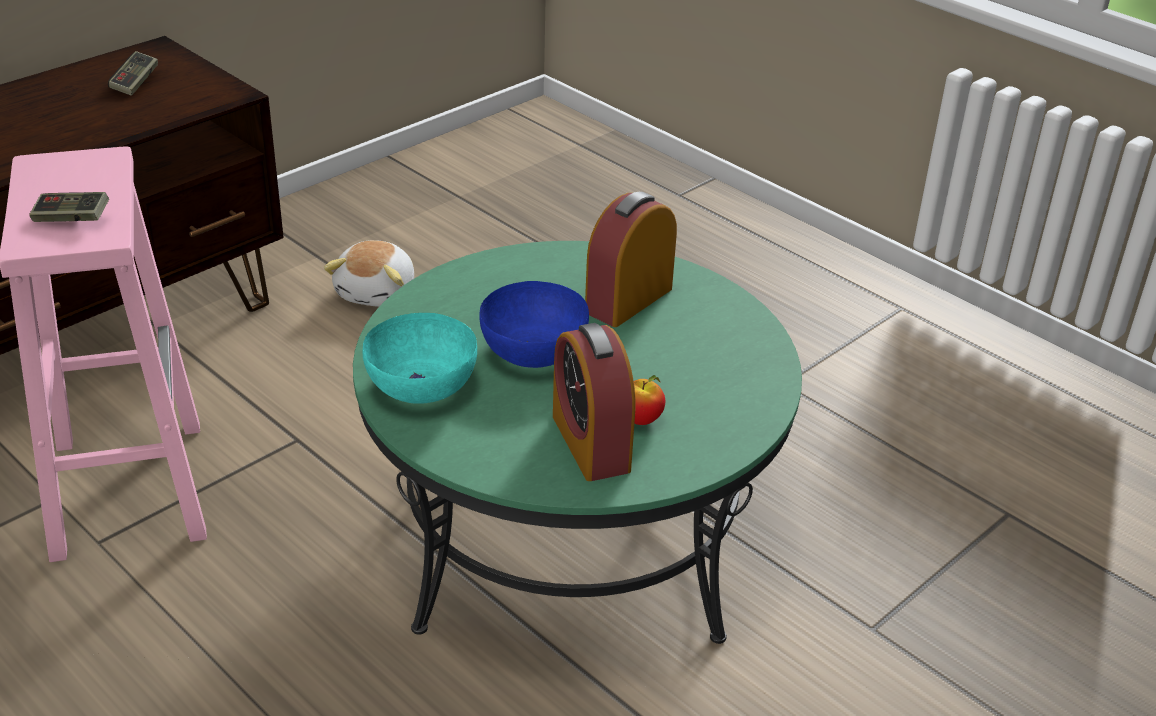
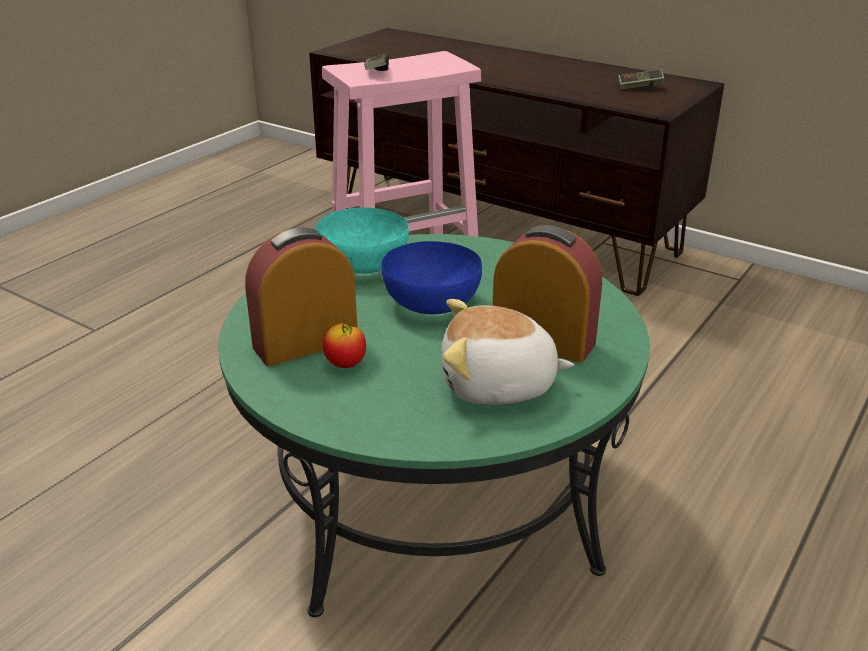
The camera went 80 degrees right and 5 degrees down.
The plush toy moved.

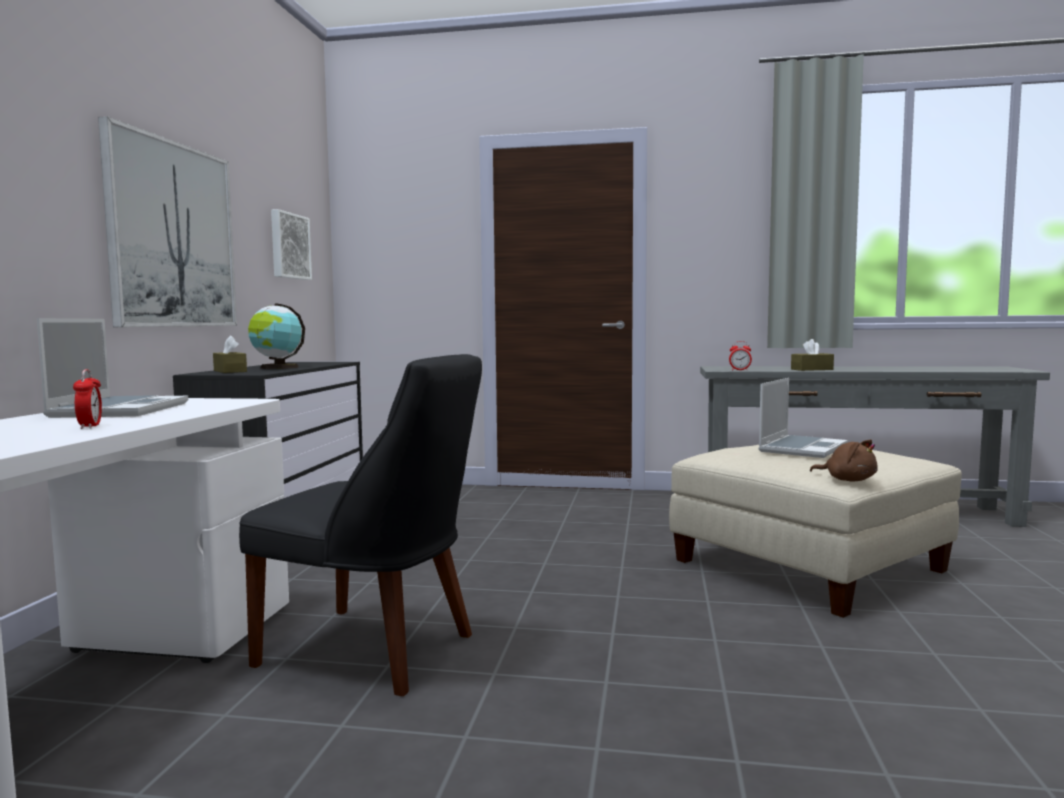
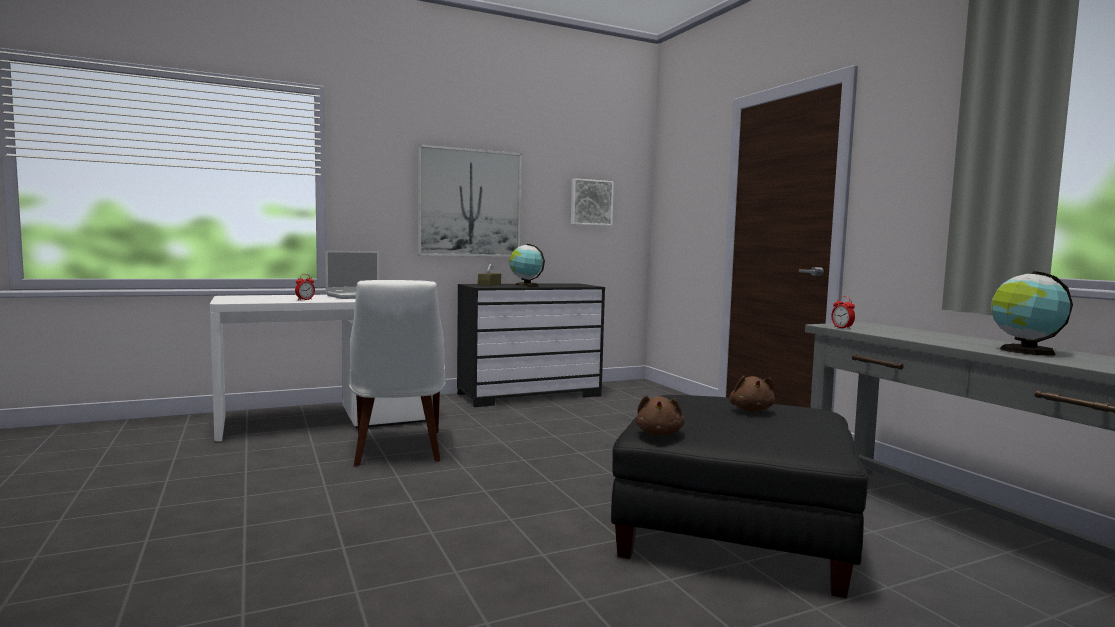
The camera went 55 degrees right and 0 degrees up.
The chair (black) became the chair (white).
The pouffe (beige) became the pouffe (black).
The notebook computer (no. 2 from left) was replaced by the plush toy (brown-coloured) (no. 2 from left).
The world globe (no. 2 from left) appeared.
The box of tissues (brown-coloured) (no. 2 from left) disappeared.

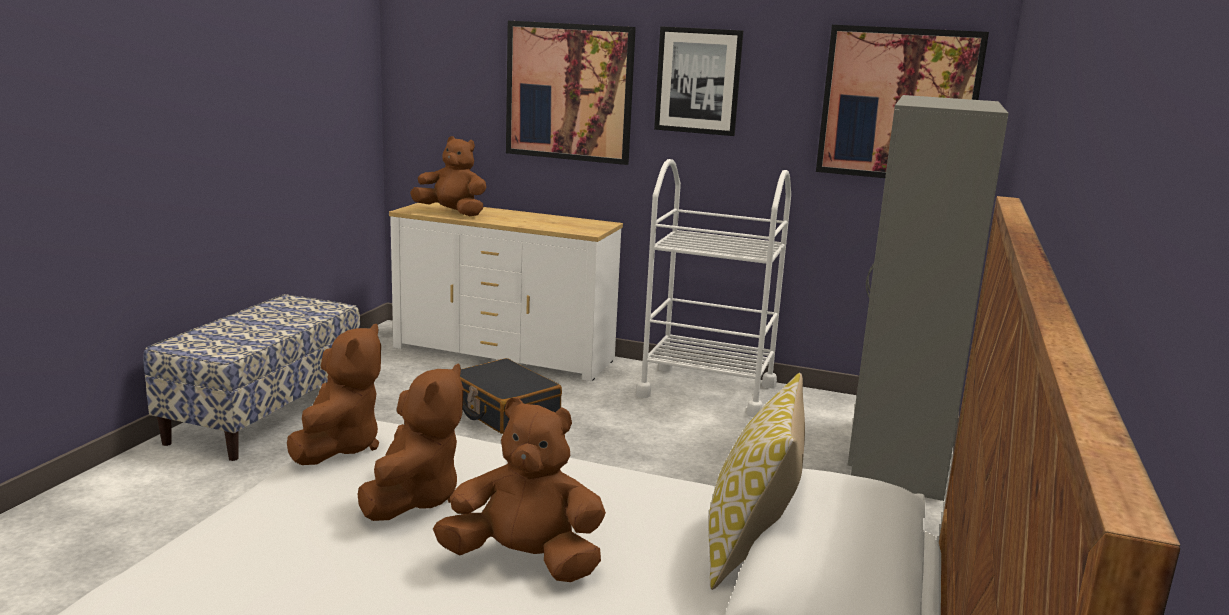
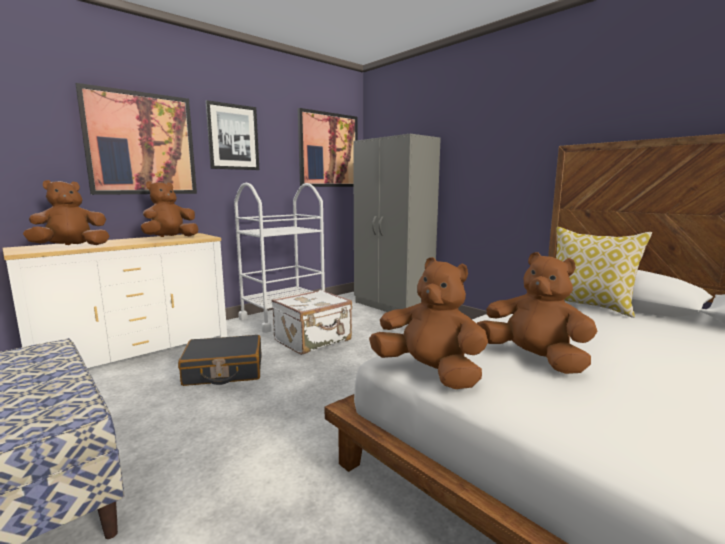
The camera went 60 degrees left and 5 degrees down.
The plush toy (brown-coloured) (no. 4 from left in the first image) moved.
The suitcase (white) appeared.

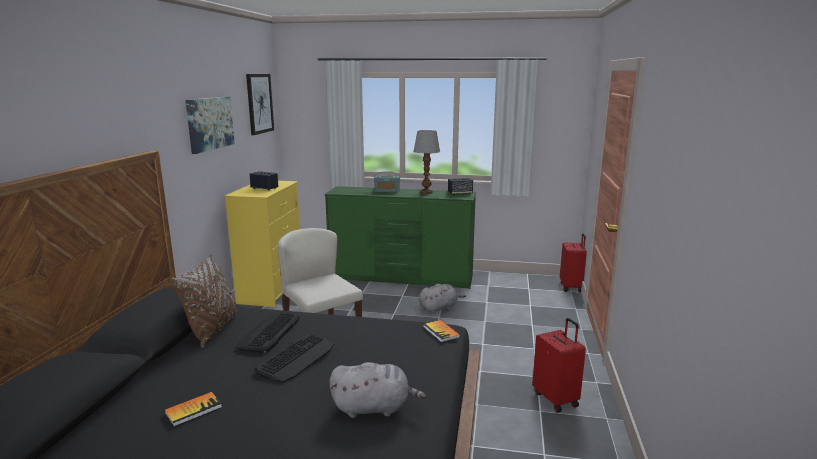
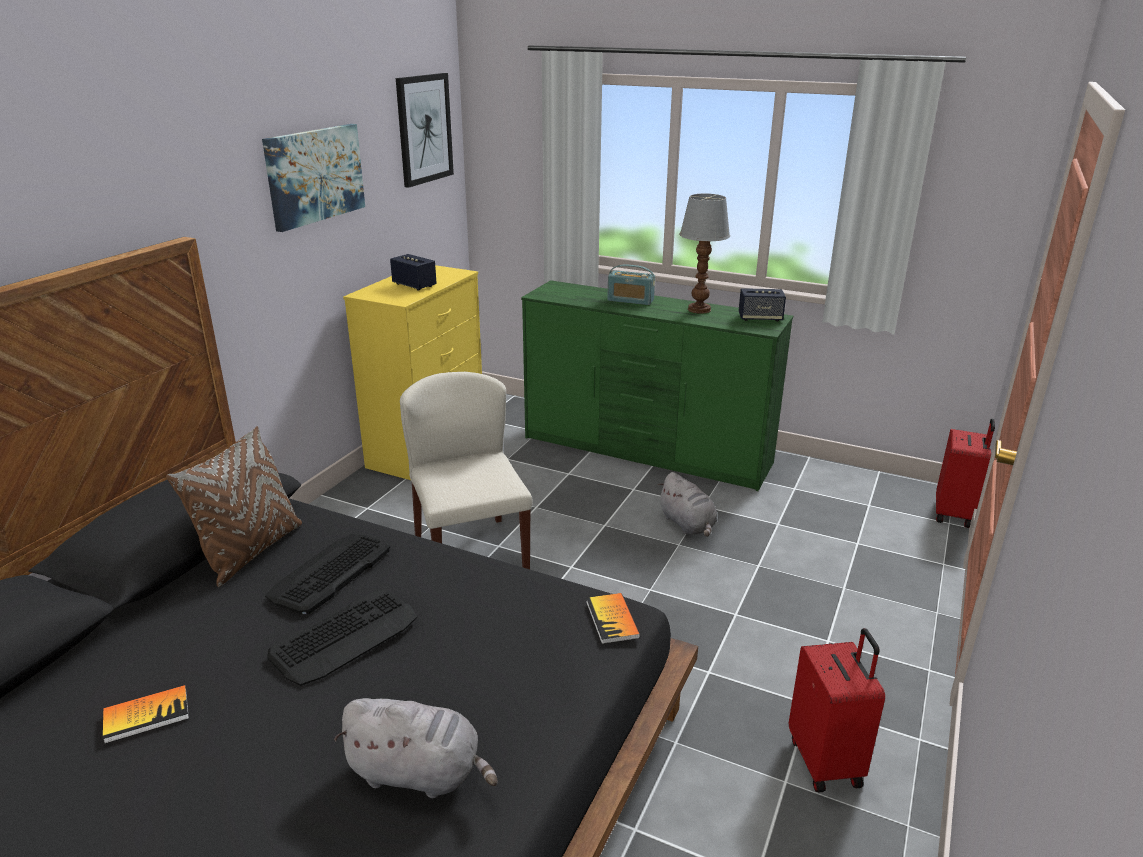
The camera went 15 degrees right and 10 degrees up.
The plush toy (greyish) (no. 2 from left) turned 75 degrees clockwise.

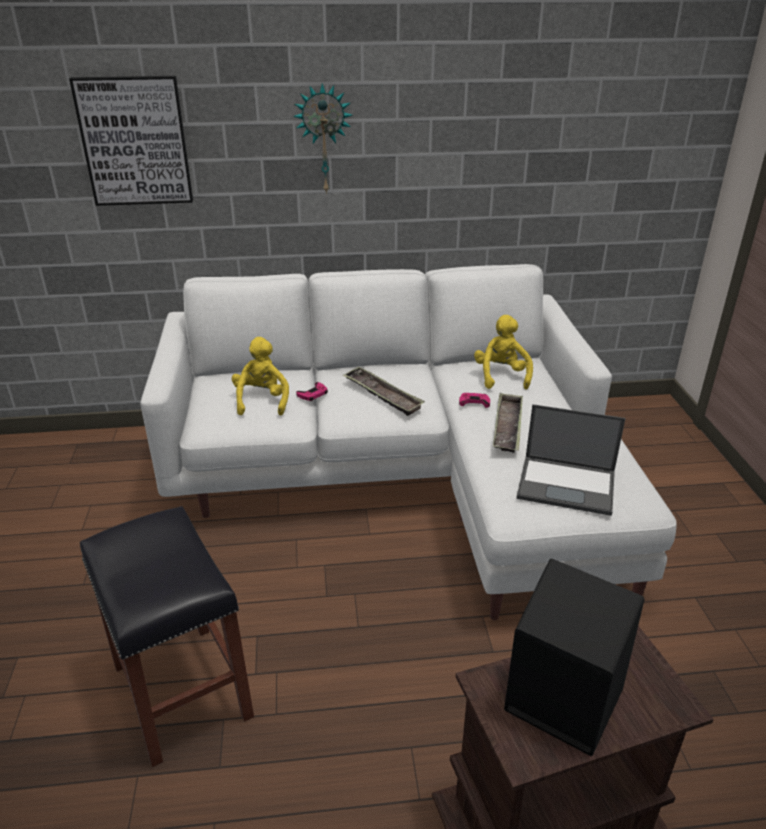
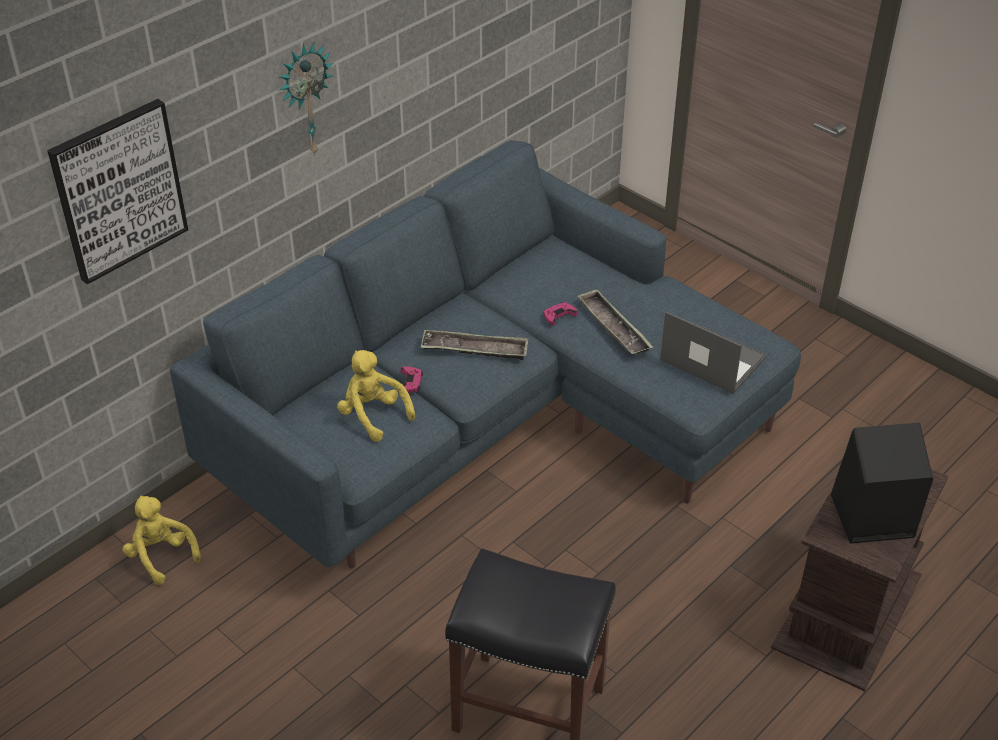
The camera went 40 degrees left and 10 degrees up.
The plush toy (yellowish) (no. 2 from left in the first image) moved.
The couch (white) became the couch (blue-coloured).
The notebook computer turned 120 degrees counterclockwise.

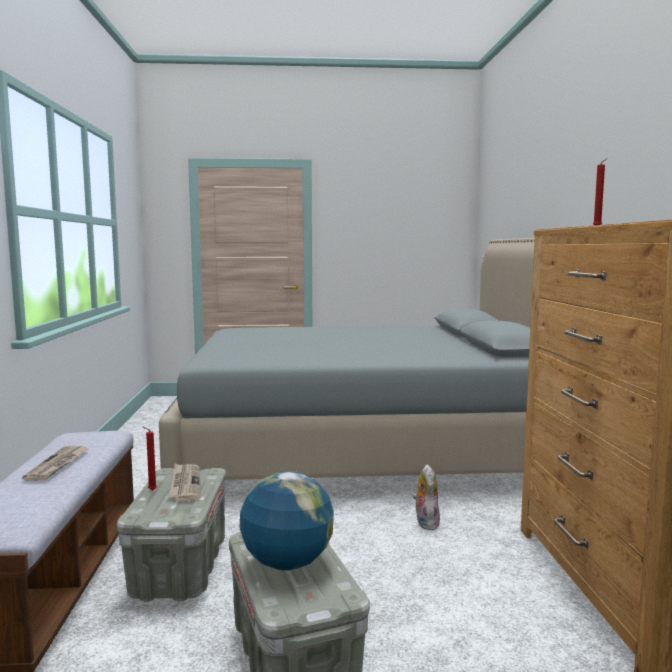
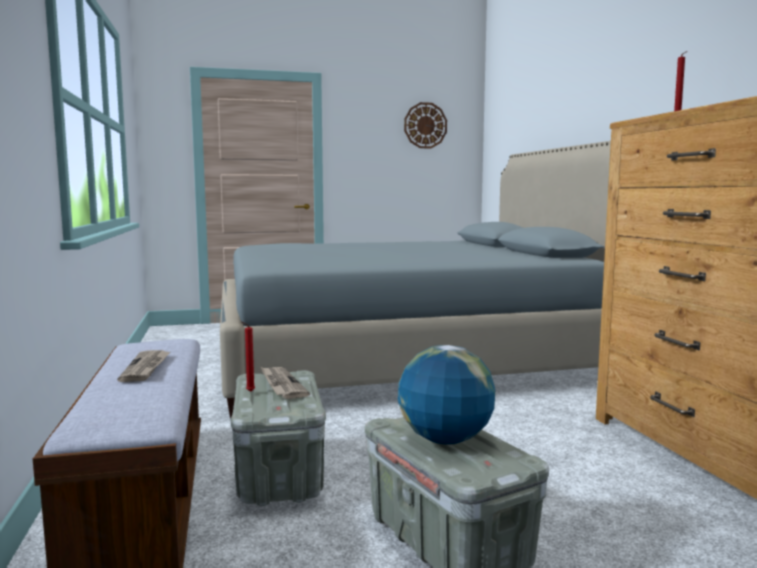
The camera went 10 degrees left and 0 degrees up.
The hanging clock appeared.
The plush toy disappeared.

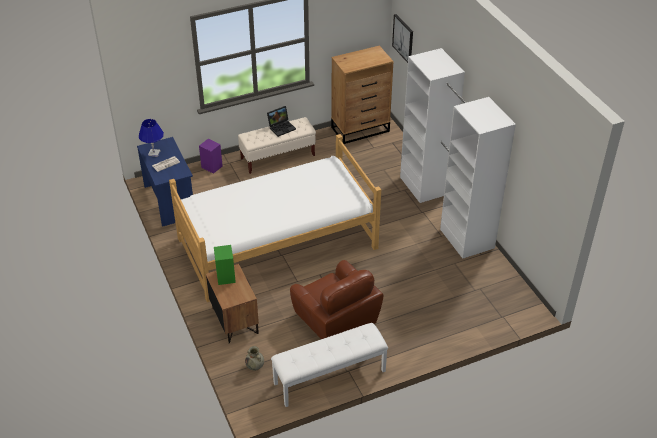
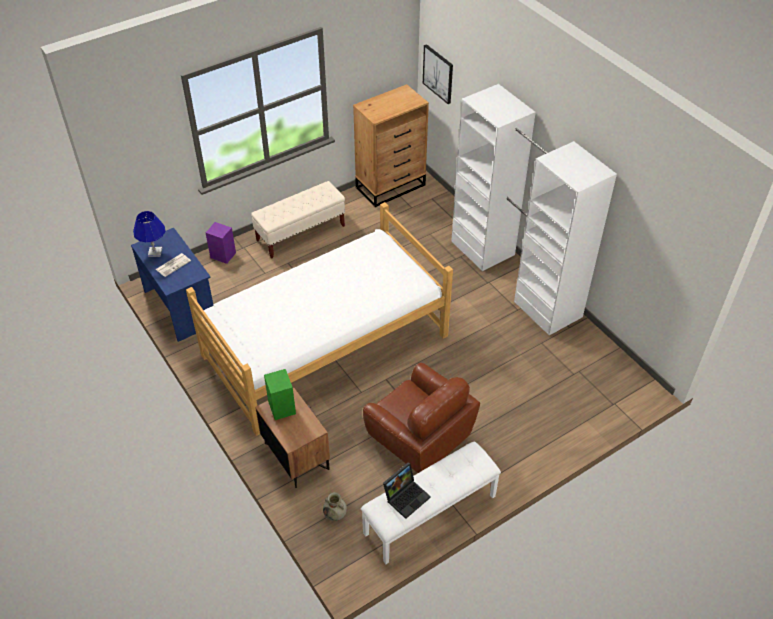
The camera went 10 degrees left and 5 degrees up.
The notebook computer moved.

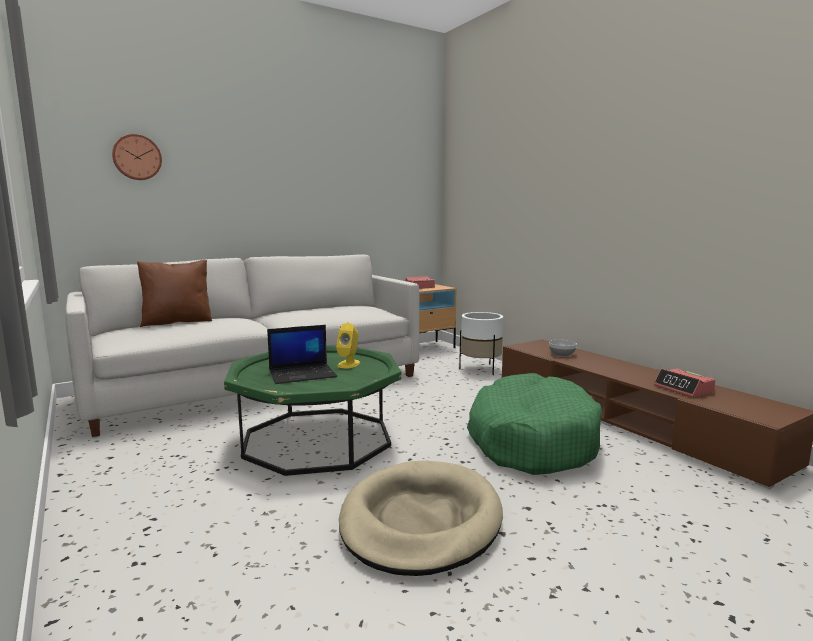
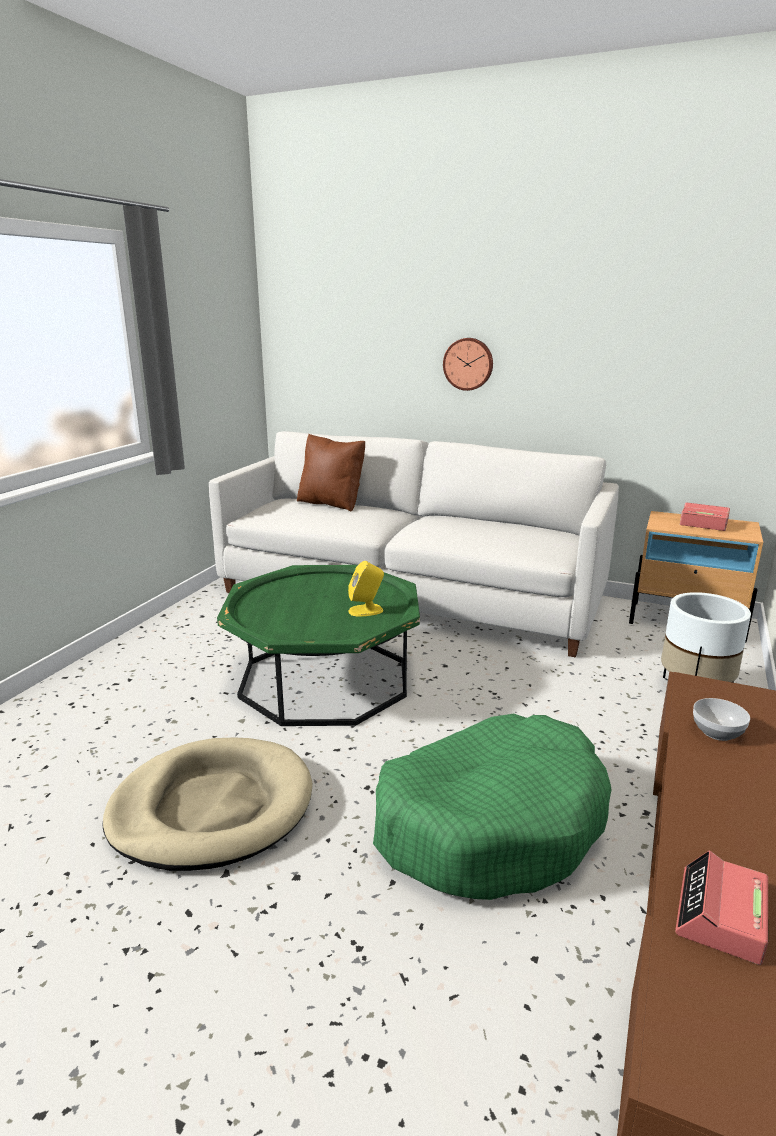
The camera went 55 degrees right and 10 degrees up.
The hanging clock moved.
The notebook computer disappeared.

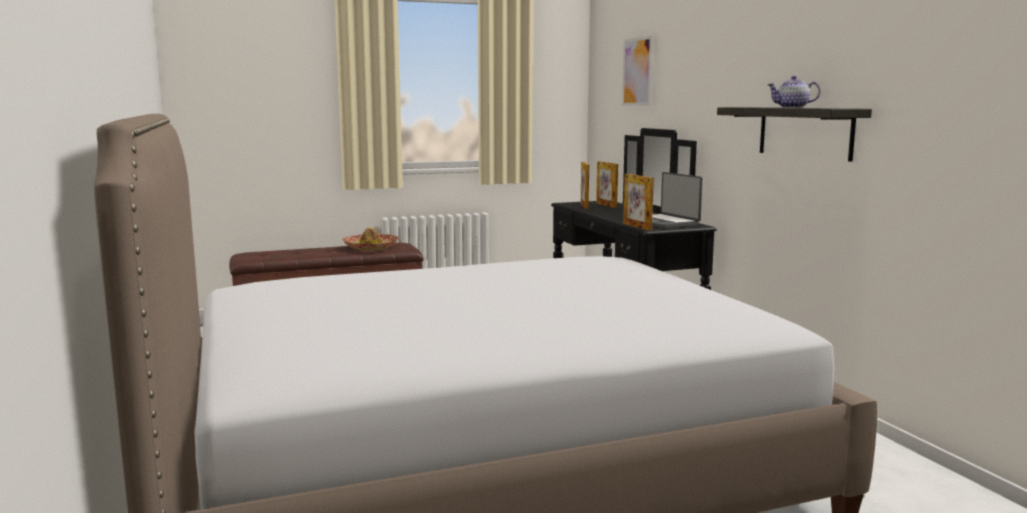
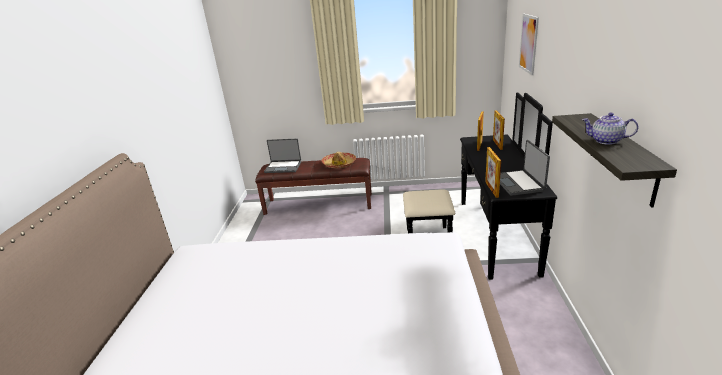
The camera went 25 degrees right and 15 degrees up.
The notebook computer (no. 1 from left) appeared.

